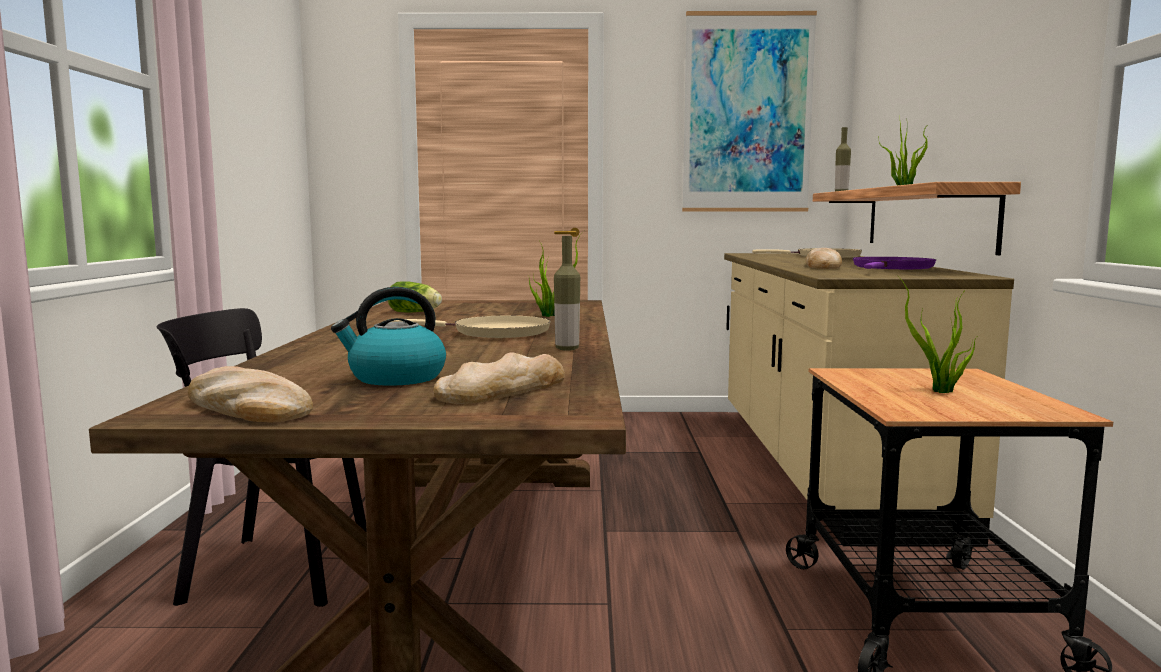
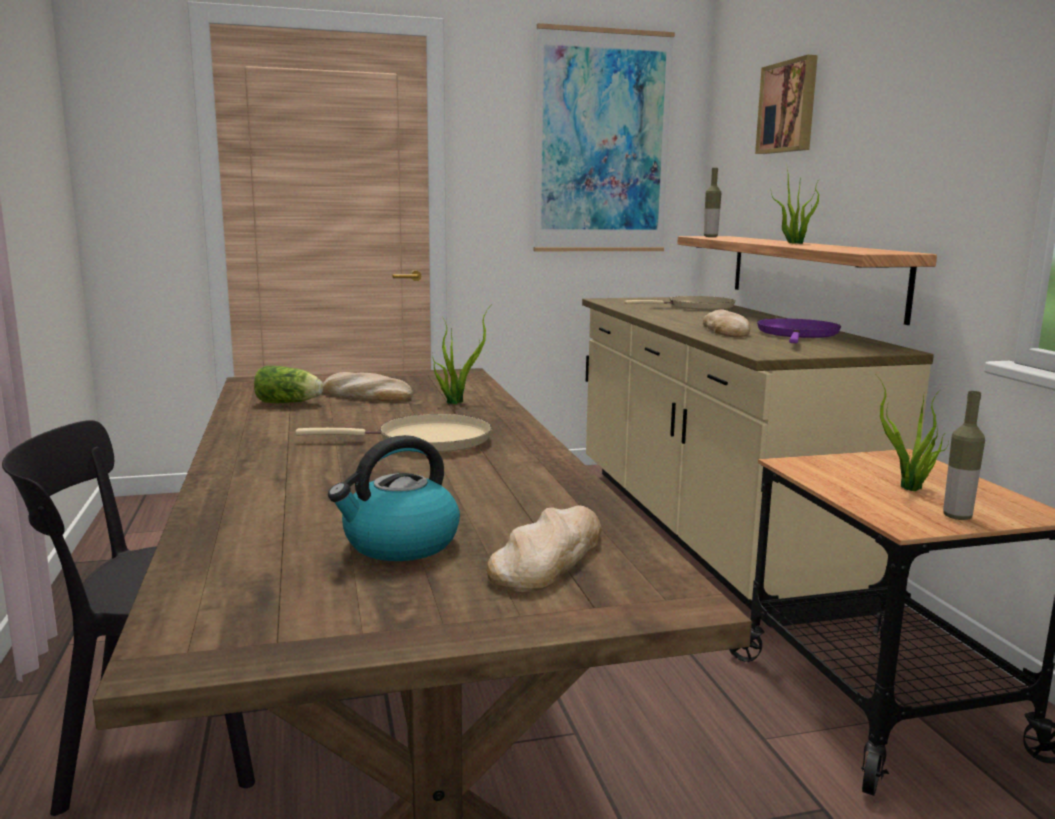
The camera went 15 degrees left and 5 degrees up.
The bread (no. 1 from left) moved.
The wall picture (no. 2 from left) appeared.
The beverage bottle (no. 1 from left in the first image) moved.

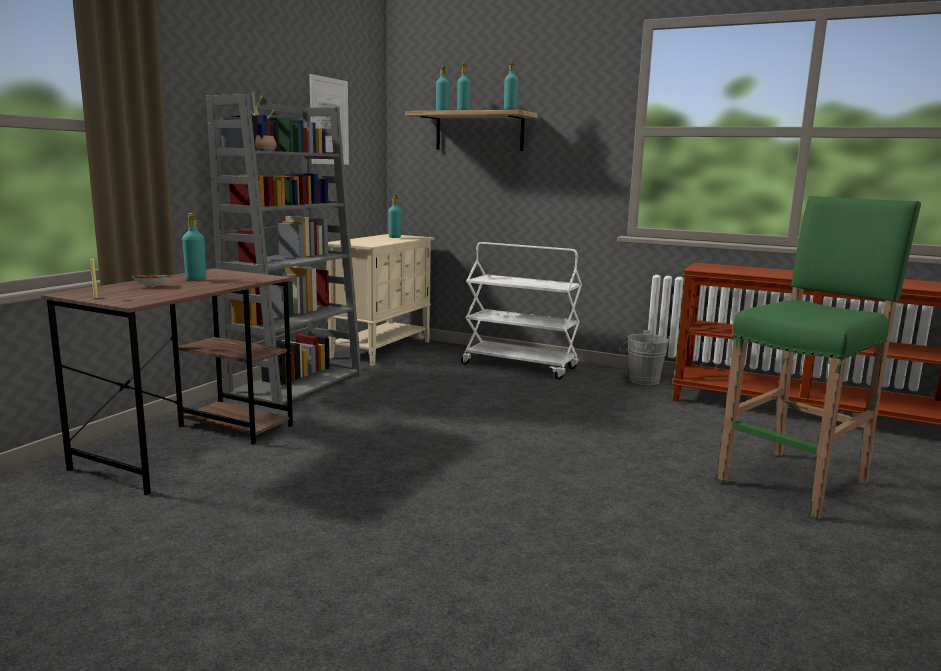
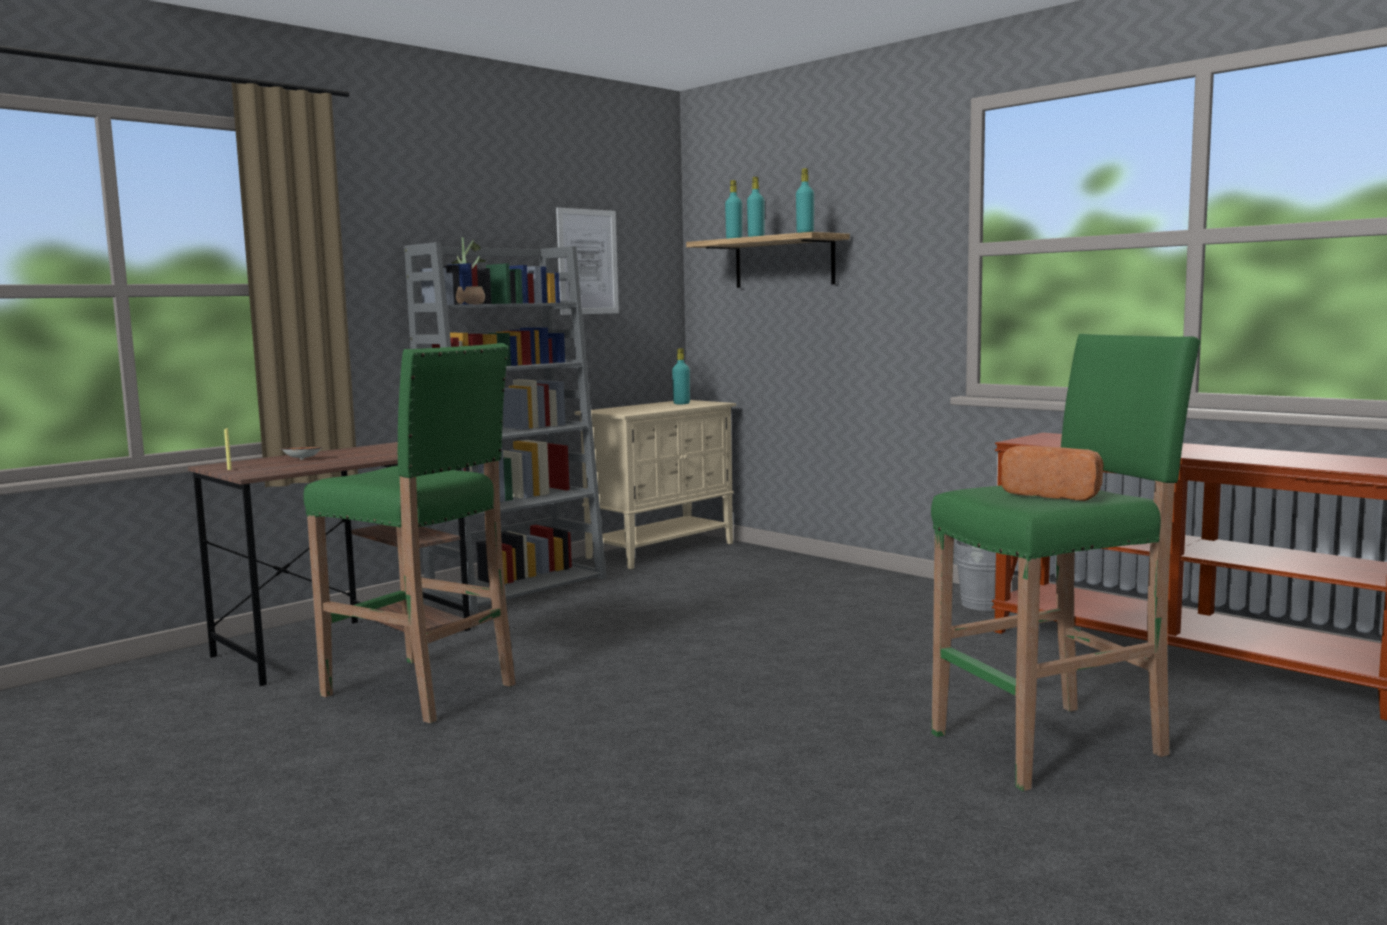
The camera went 20 degrees right and 5 degrees down.
The stool seat (green-coloured) (no. 1 from left) appeared.
The bread appeared.
The beverage bottle (turquoise-coloured) (no. 1 from left) disappeared.
The wheeled cart (white) disappeared.

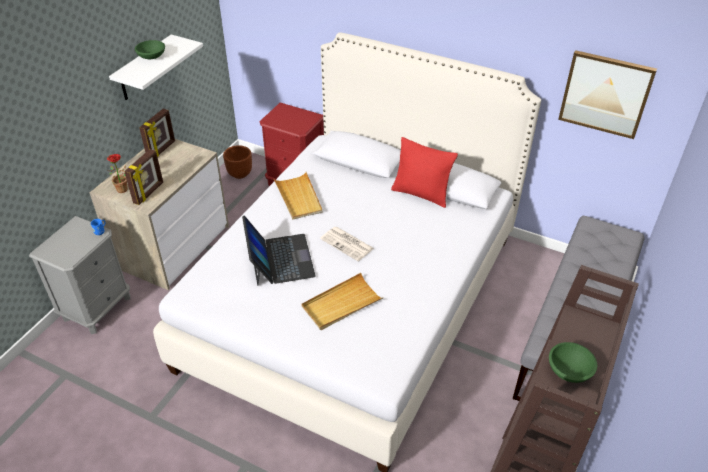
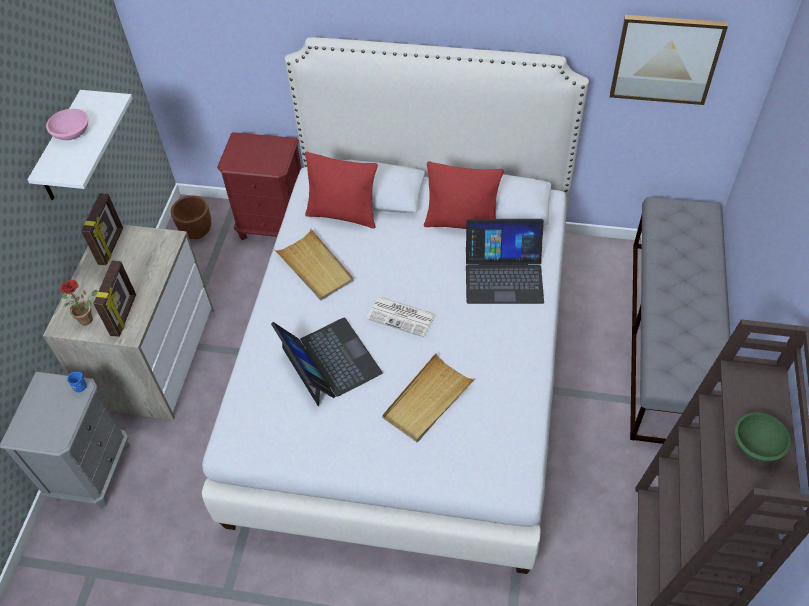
The camera went 15 degrees left and 10 degrees up.
The bowl (green-coloured) (no. 1 from left) became the bowl (pink-coloured).
The pillow (red) (no. 1 from left) appeared.
The notebook computer (no. 2 from left) appeared.

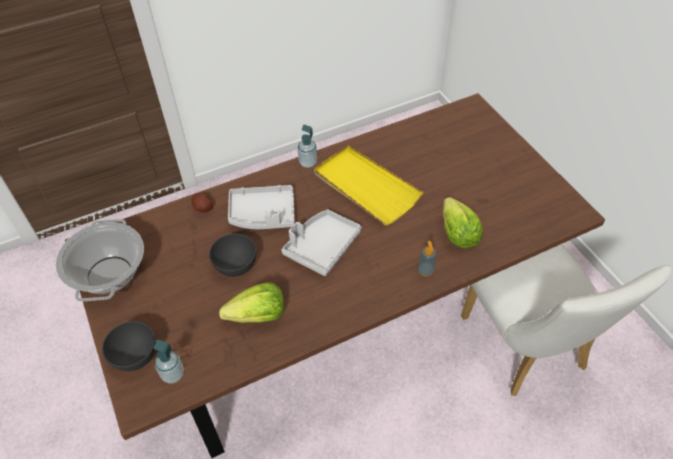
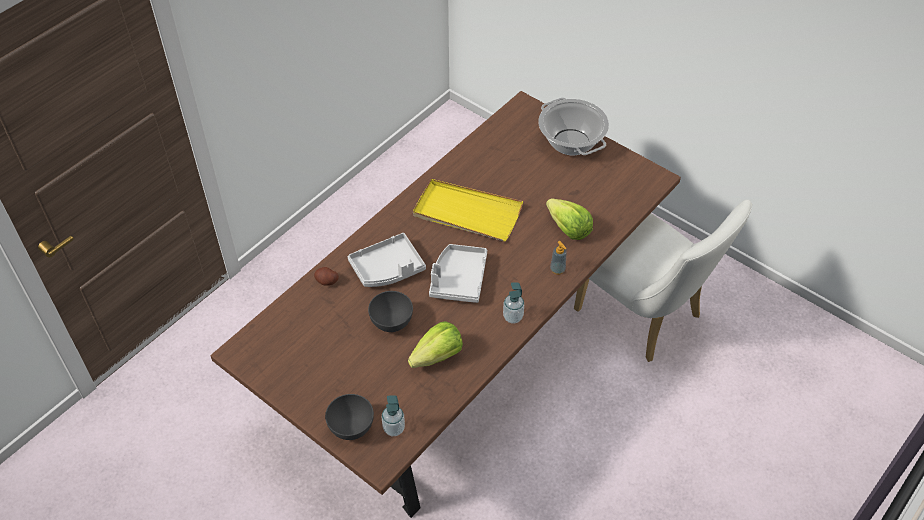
The camera went 25 degrees left and 0 degrees up.
The liquid soap bottle (no. 2 from left) moved.
The saucepot moved.

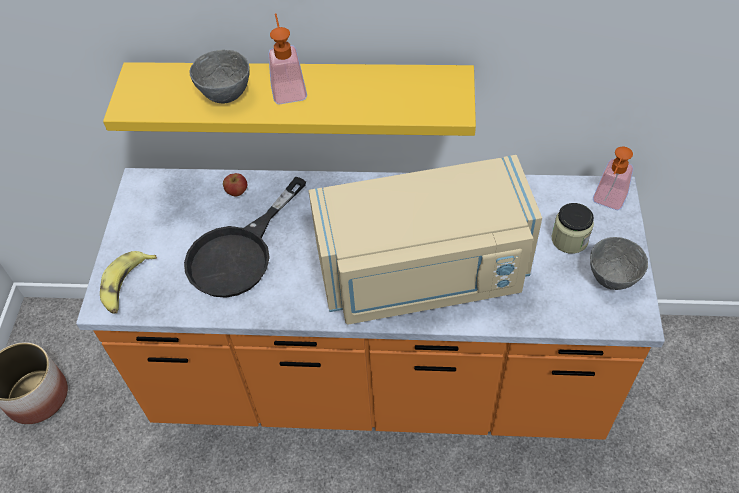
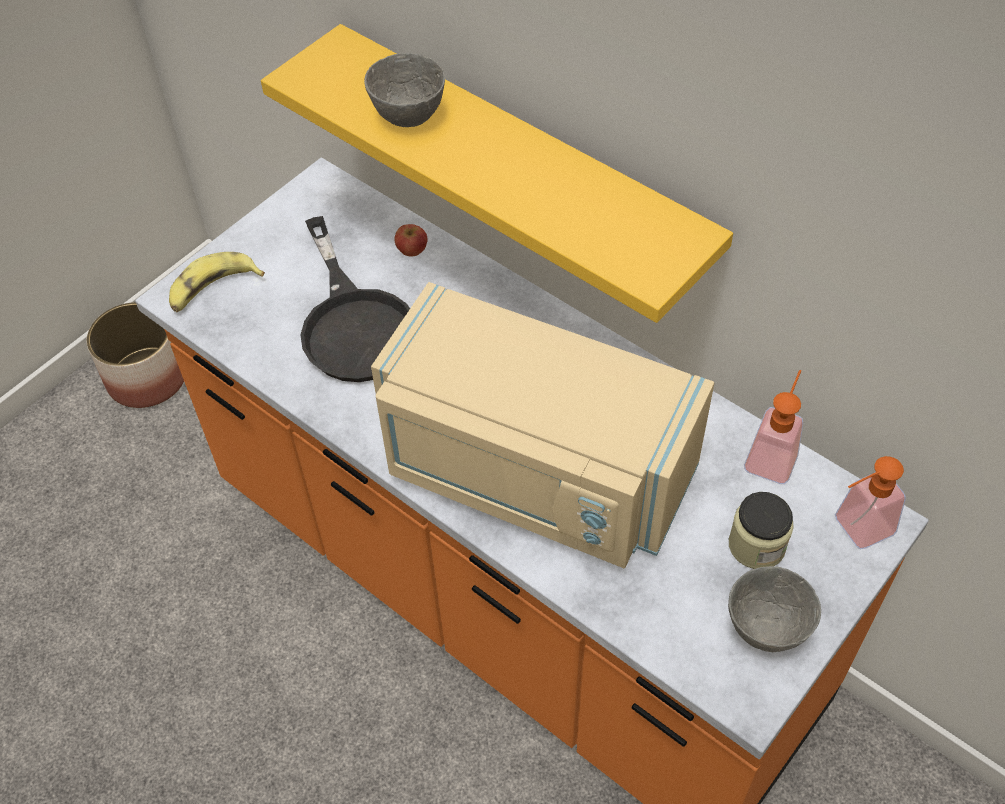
The camera went 35 degrees right and 0 degrees up.
The frying pan (black) turned 90 degrees counterclockwise.
The liquid soap bottle (no. 1 from left) moved.

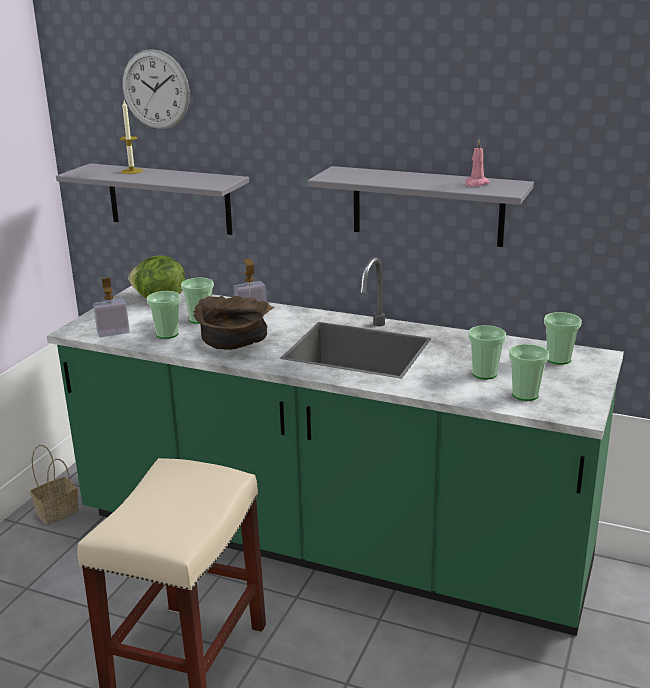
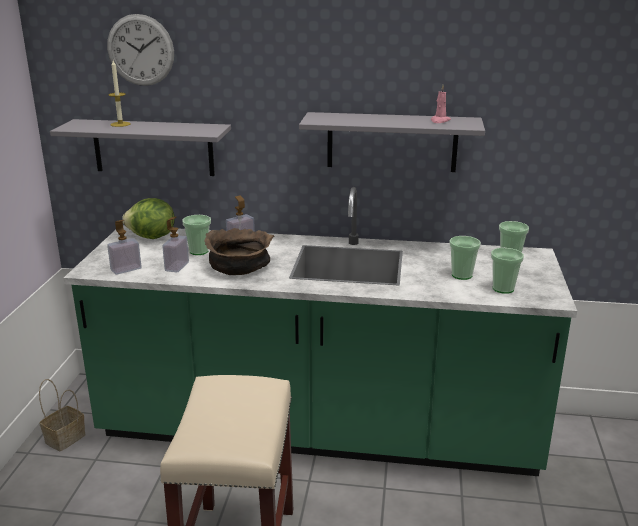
The camera went 15 degrees left and 0 degrees up.
The cup (no. 1 from left) was replaced by the liquid soap bottle (no. 2 from left).

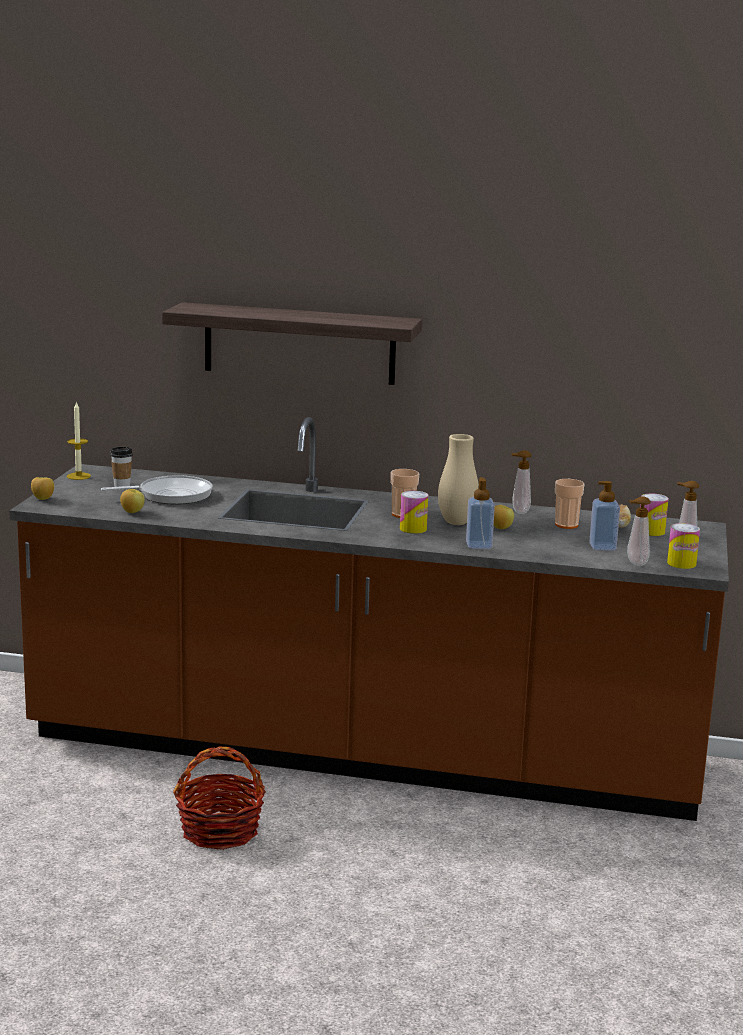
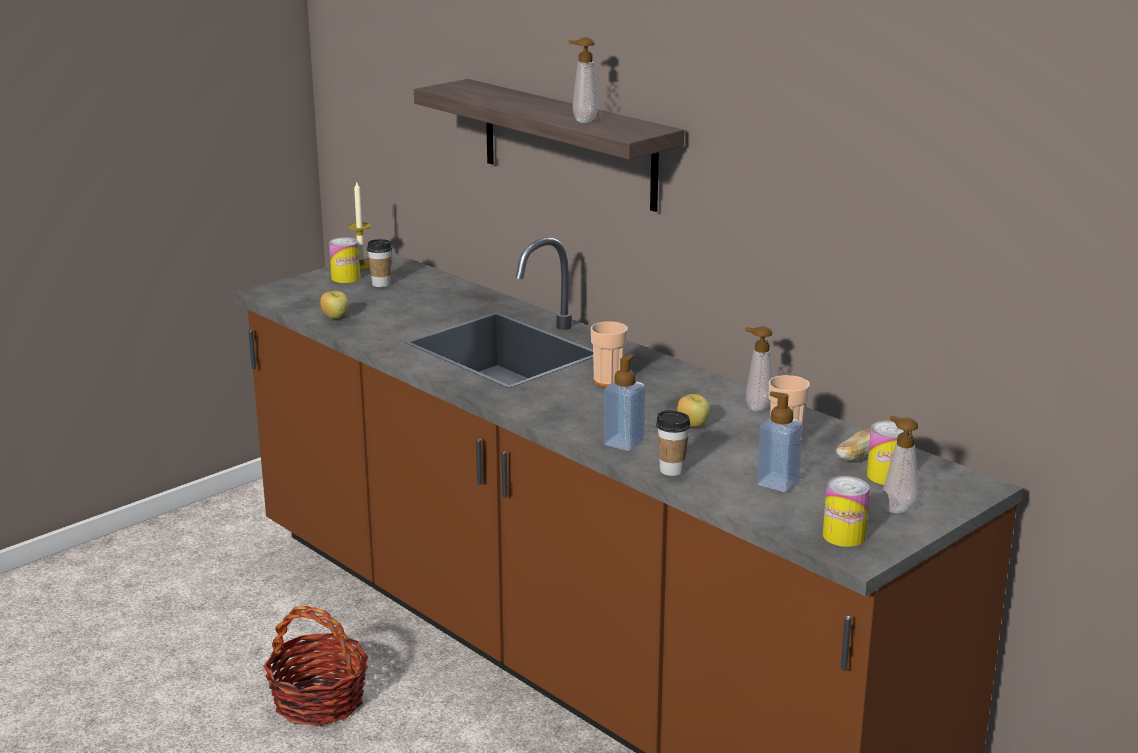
The camera went 35 degrees right and 5 degrees up.
The can (no. 1 from left) moved.
The liquid soap bottle (no. 4 from left in the first image) moved.
The cup (no. 3 from left) appeared.
The whole apple (no. 1 from left) disappeared.
The frying pan disappeared.
The flower vase (beige) disappeared.

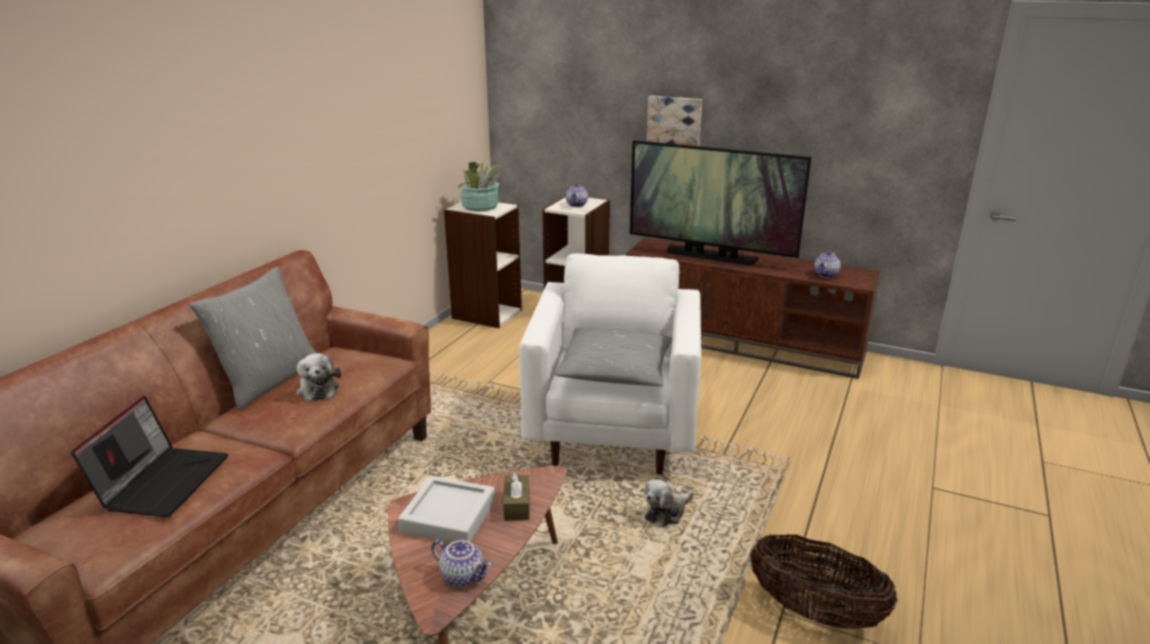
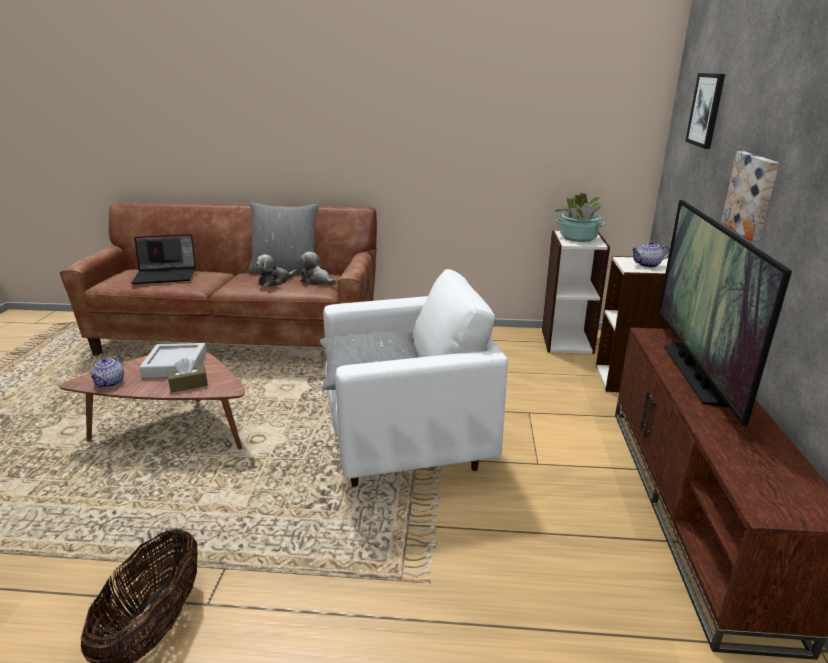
The camera went 70 degrees right and 0 degrees up.
The plush toy (no. 2 from left) moved.
The wall picture (no. 1 from left) appeared.
The teapot (no. 3 from left) disappeared.

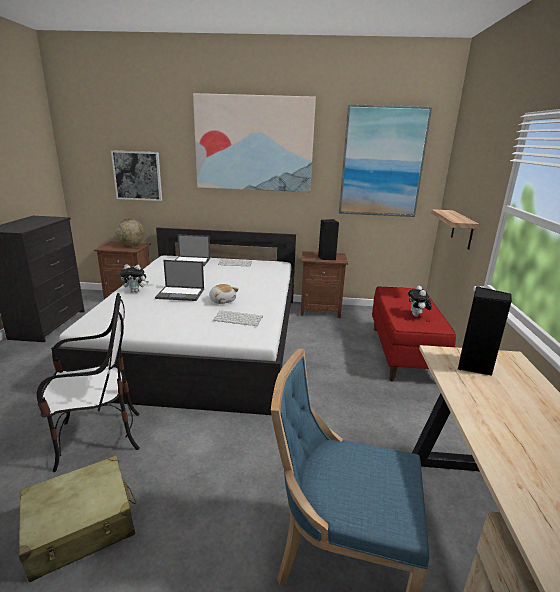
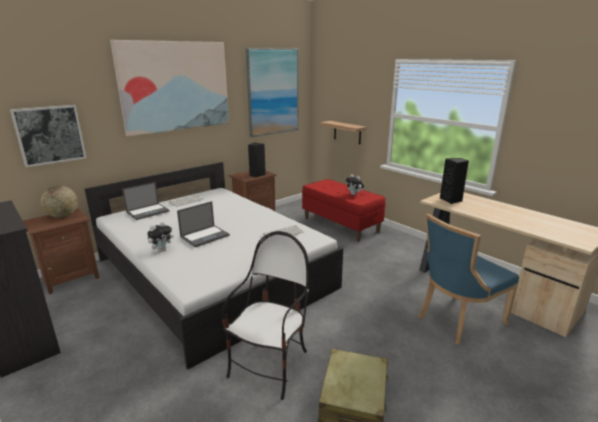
The camera went 45 degrees left and 0 degrees up.
The plush toy (no. 2 from left) disappeared.

